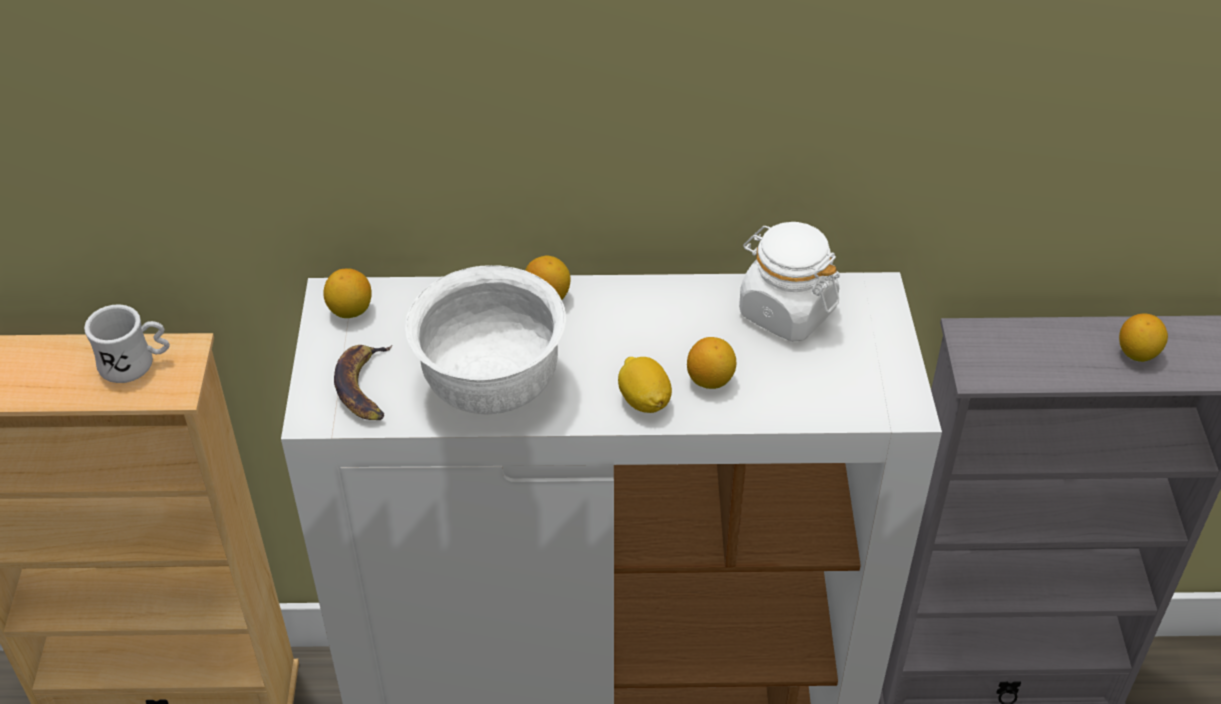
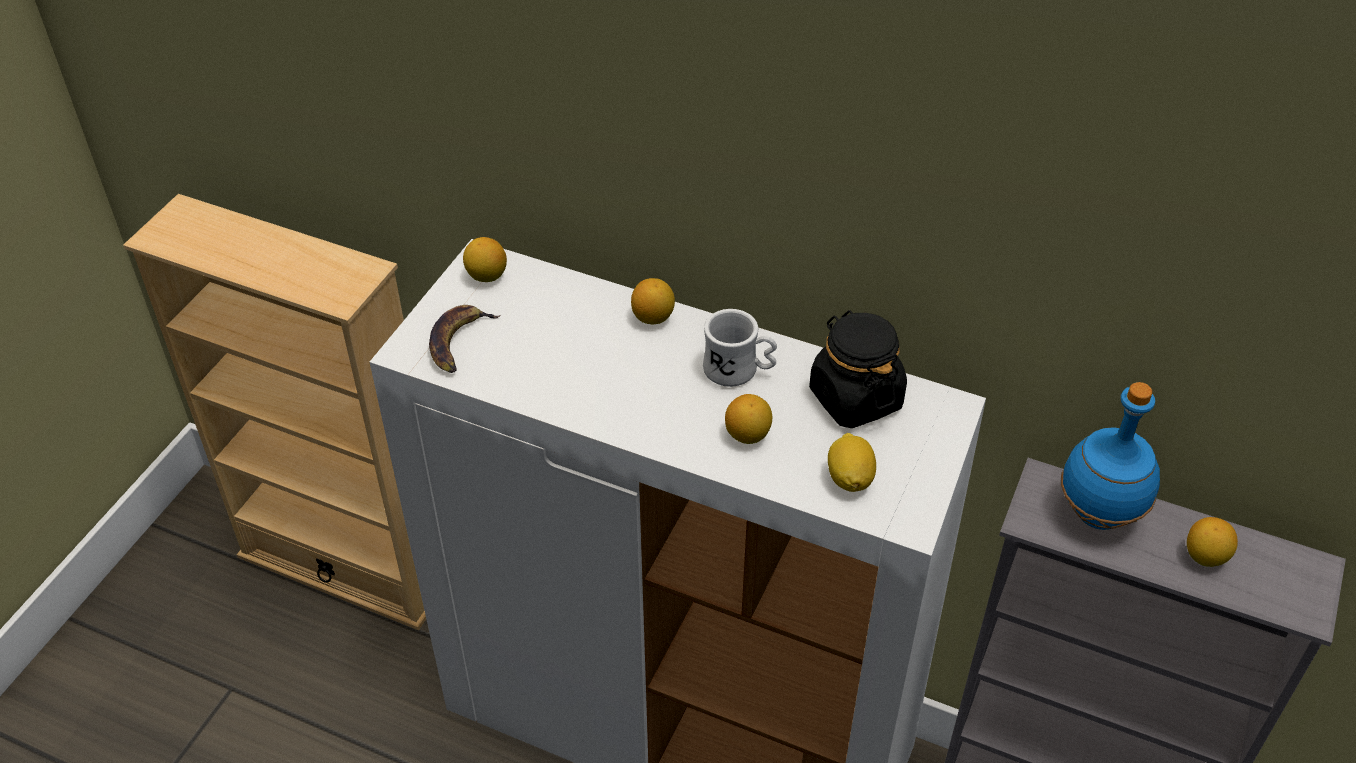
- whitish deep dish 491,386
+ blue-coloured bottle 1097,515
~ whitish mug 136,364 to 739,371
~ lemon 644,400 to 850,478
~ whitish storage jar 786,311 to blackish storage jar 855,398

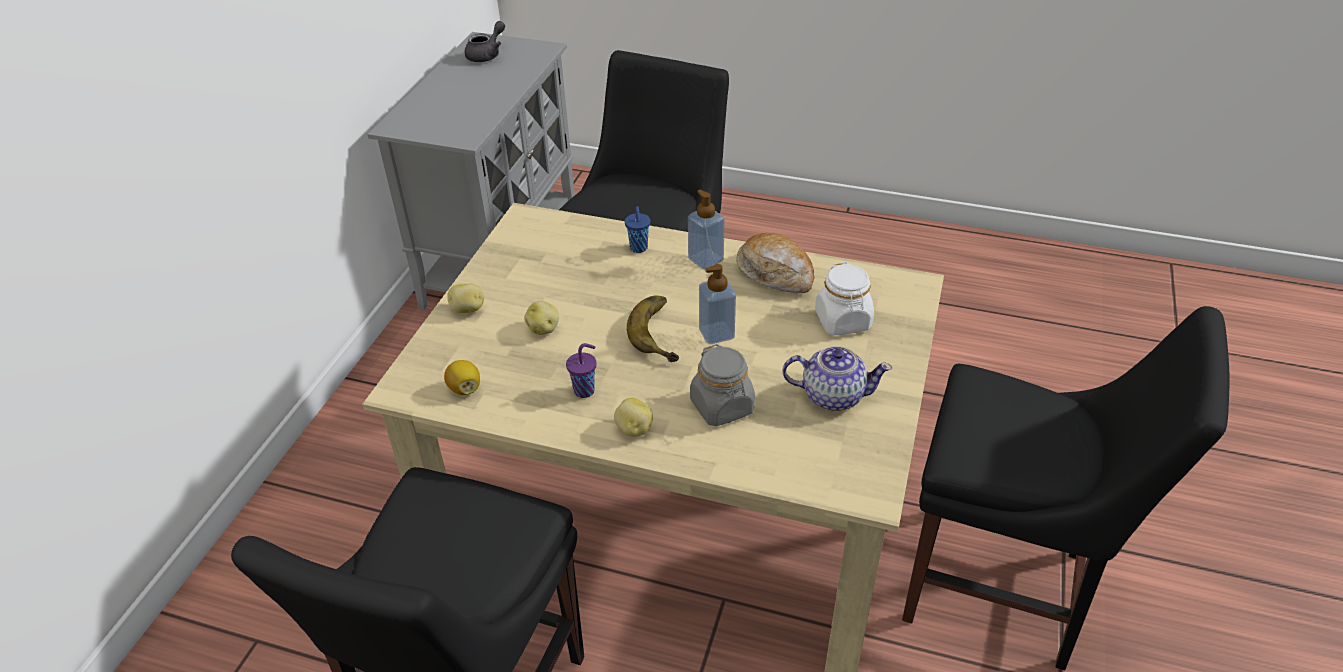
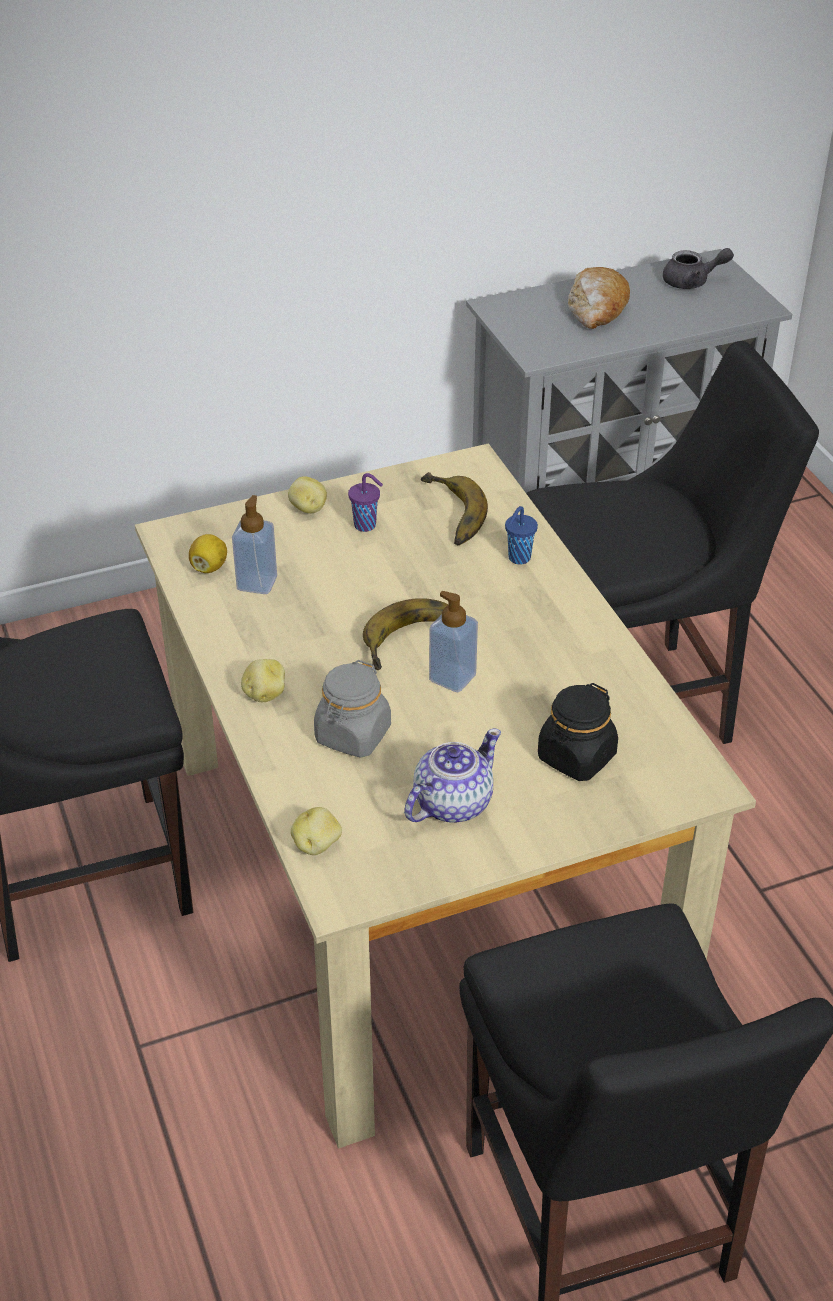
+ whole banana 447,515
~ spud 544,328 to 317,845
~ purple small cup 585,390 to 366,525
~ soap dispenser 705,260 to 257,583
~ baked bread 776,273 to 597,309
~ whitish storage jar 843,321 to blackish storage jar 576,757
~ tea pot 832,395 = 451,803 105 degrees counterclockwise

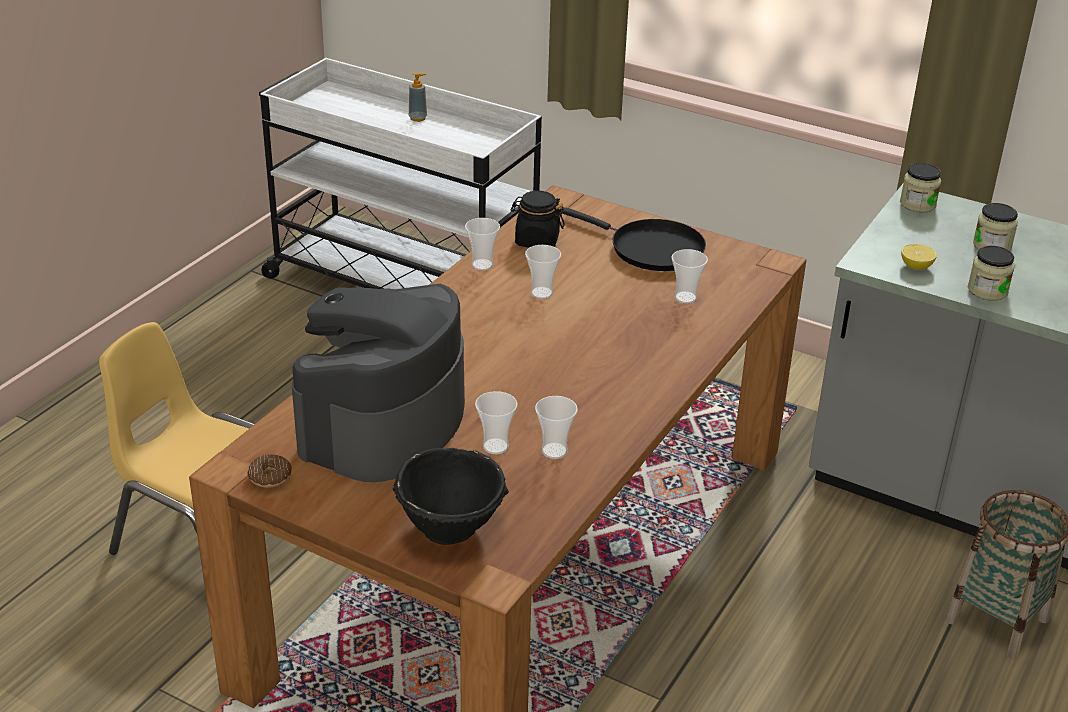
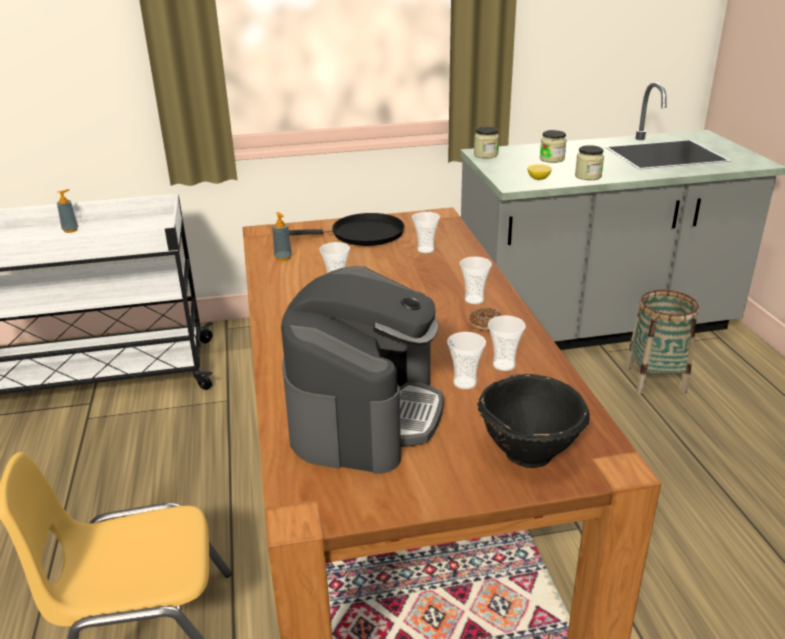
~ donut 270,477 to 486,324
~ small cup 482,265 to 474,299
~ blackish storage jar 536,240 to soap dispenser 283,258
~ coffee machine 382,424 = 365,412 150 degrees counterclockwise

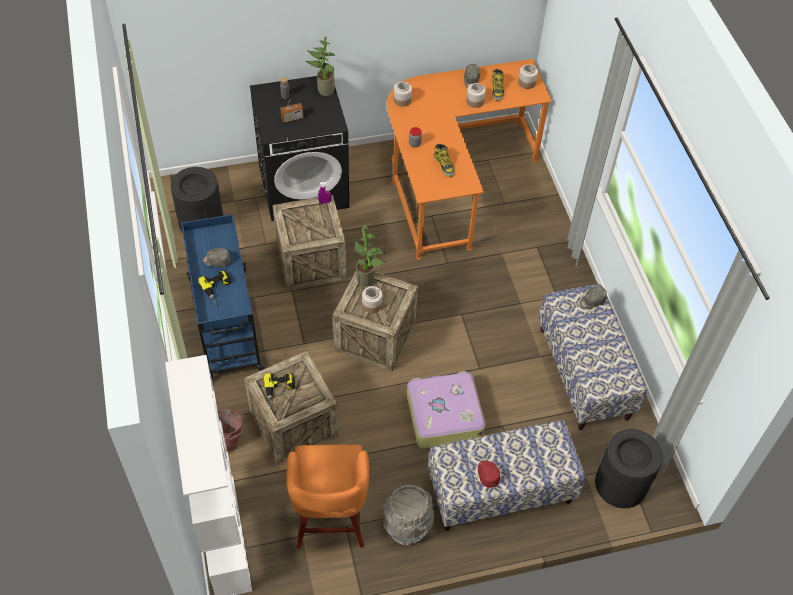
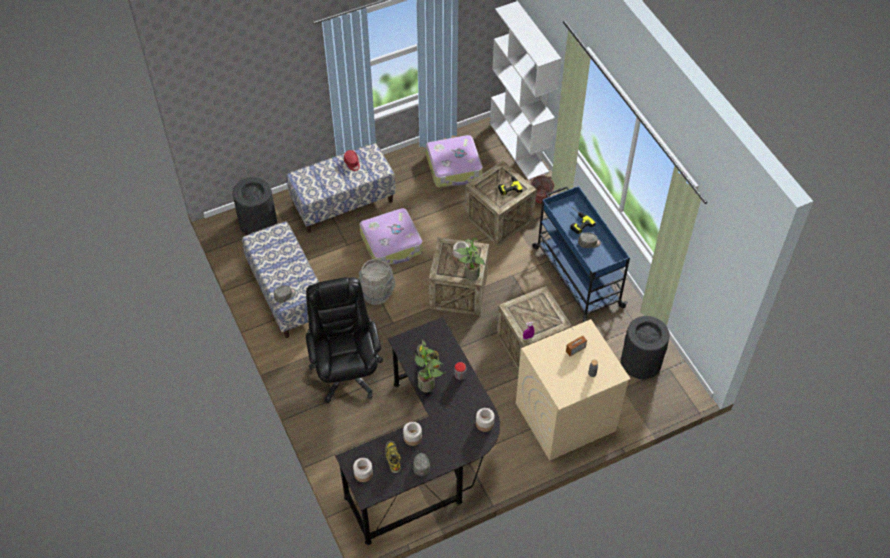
+ blackish office chair 346,371
~ houseplant 323,90 to 428,385
~ greyish pail 407,525 to 377,292
~ orange-coloured stool seat 330,519 to travel case 454,167
~ blackish laundry machine 304,186 to beige laundry machine 565,417
~ orange-coloured desk unit 450,178 to blackish desk unit 428,457

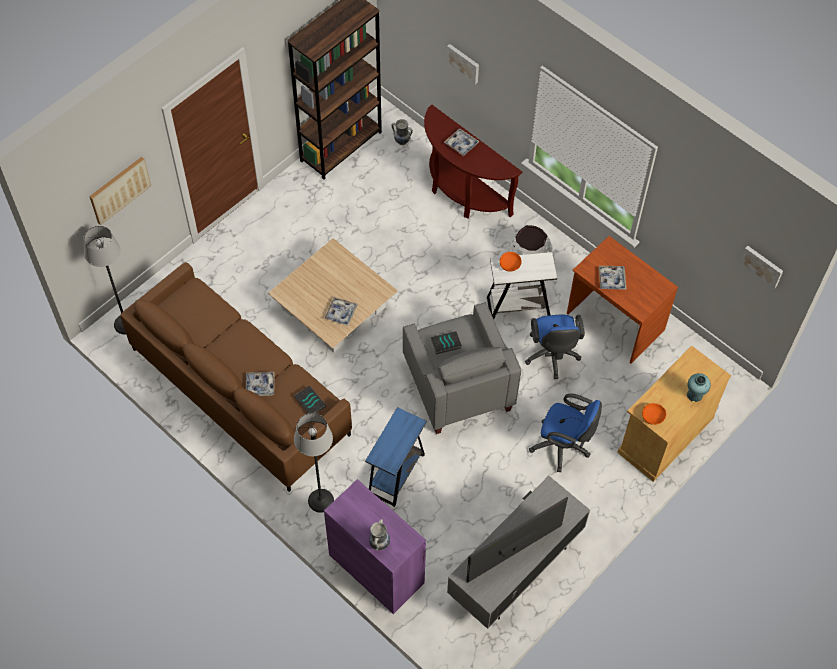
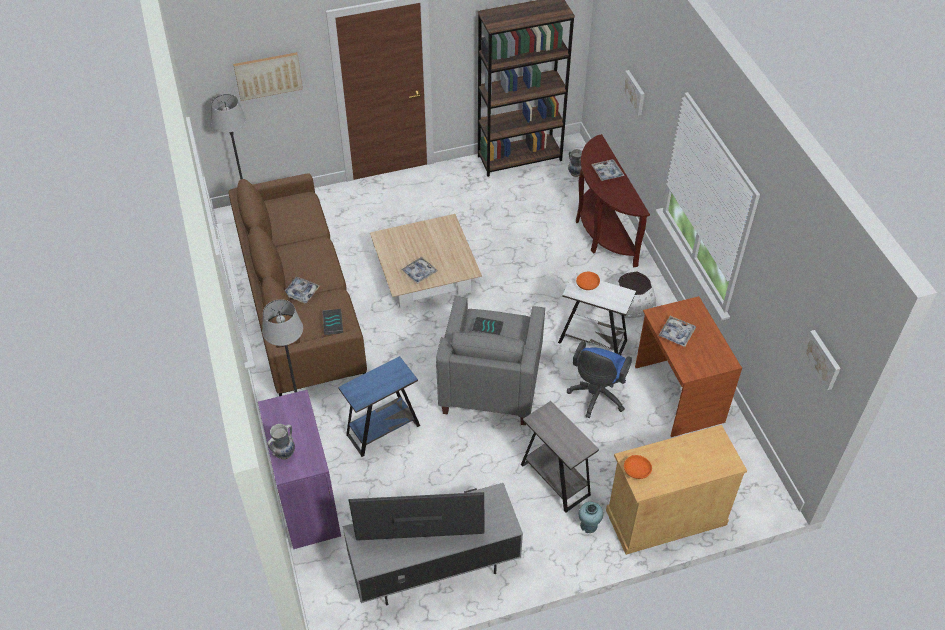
~ blue-green decorative vase 695,395 to 589,526
~ blue-coloured office chair 563,446 to greyish side table 555,480

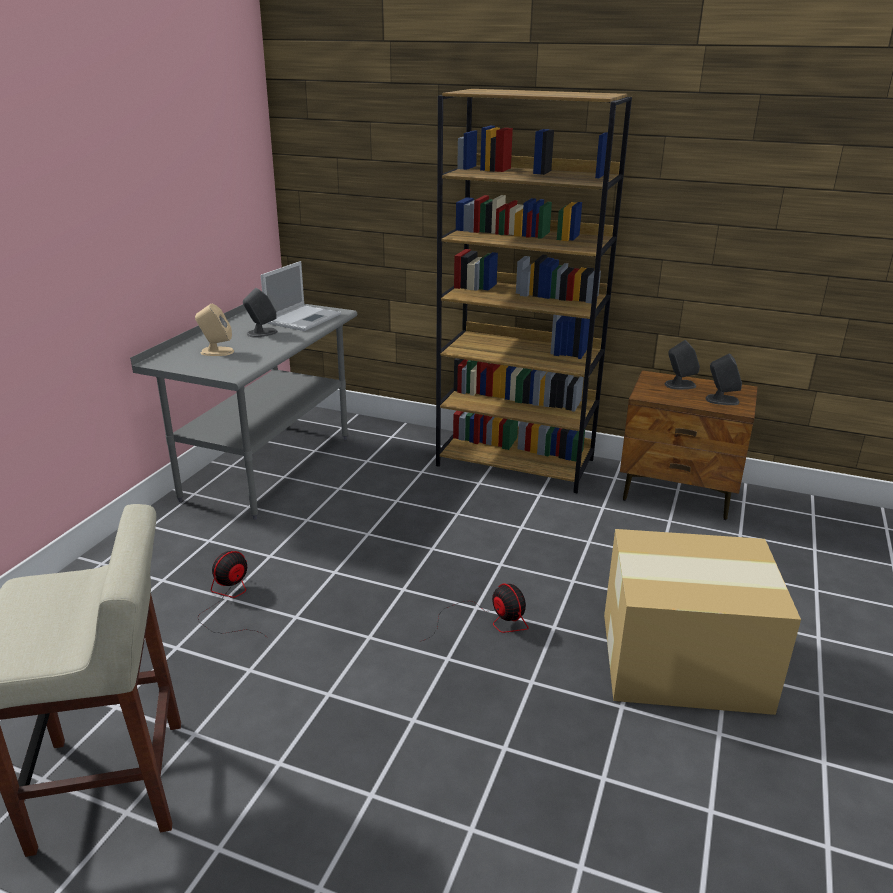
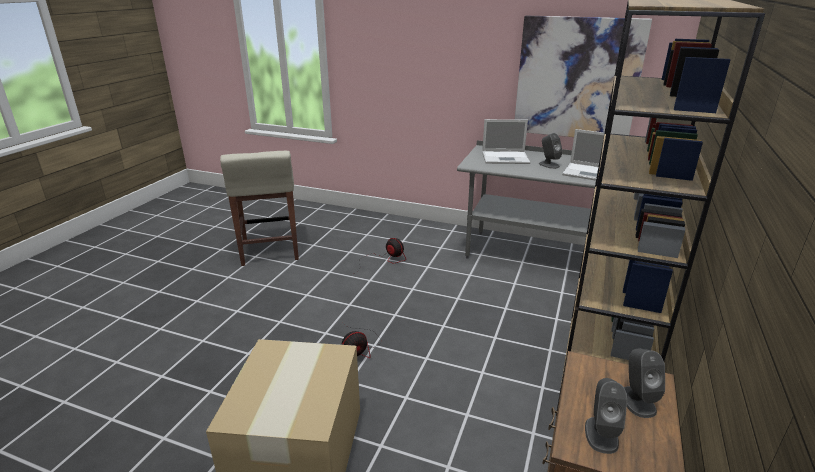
+ picture 577,79
~ beige audio speaker 216,352 to portable computer 506,158

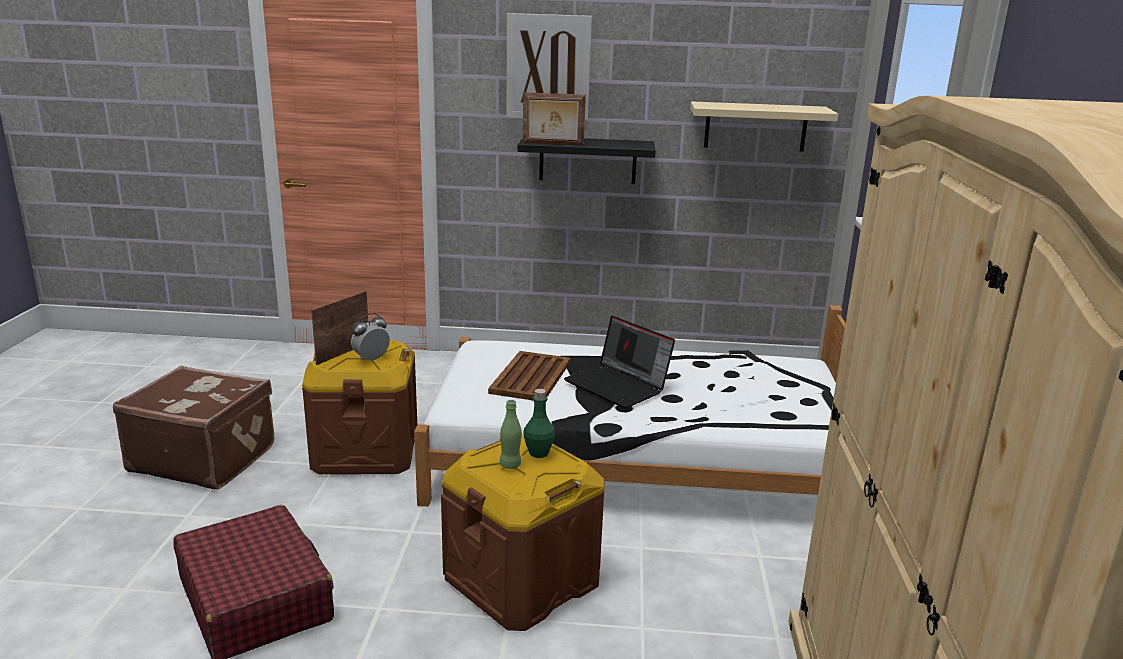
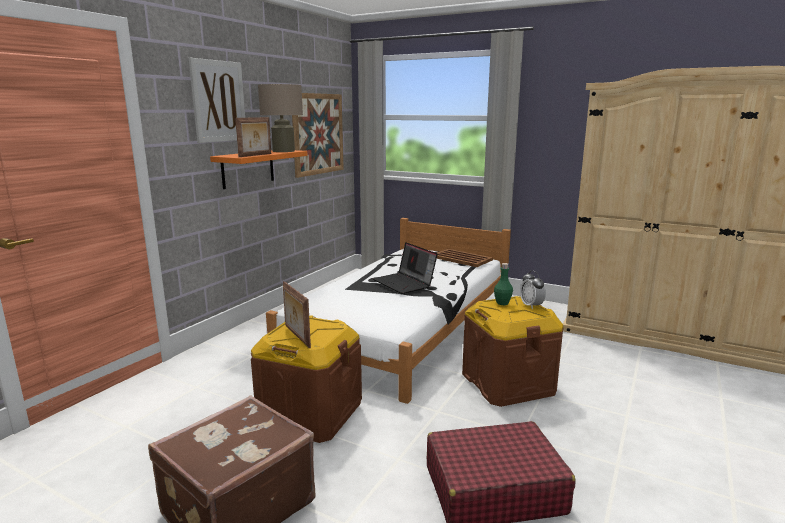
- green bottle 510,465
+ beige table lamp 283,151
~ table clock 371,359 to 531,306
~ brown serving tray 530,377 to 462,259
~ beige wall shelf 755,126 to picture 318,134
~ blackish wall shelf 587,160 to orange-coloured wall shelf 248,168
~ portable computer 618,386 = 405,283 75 degrees clockwise

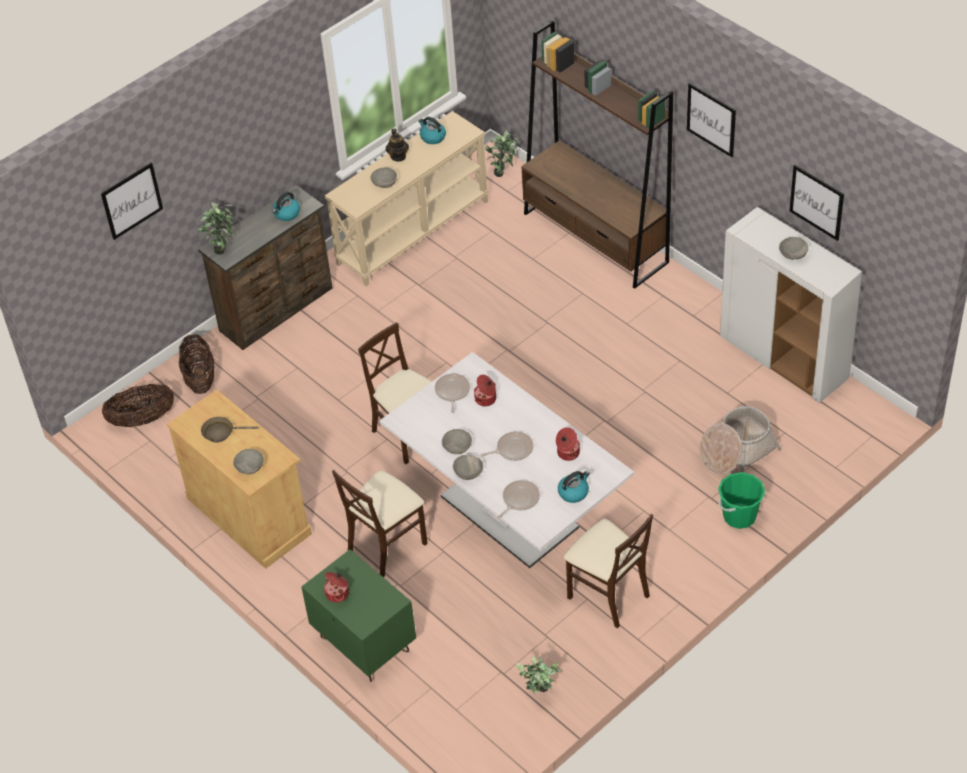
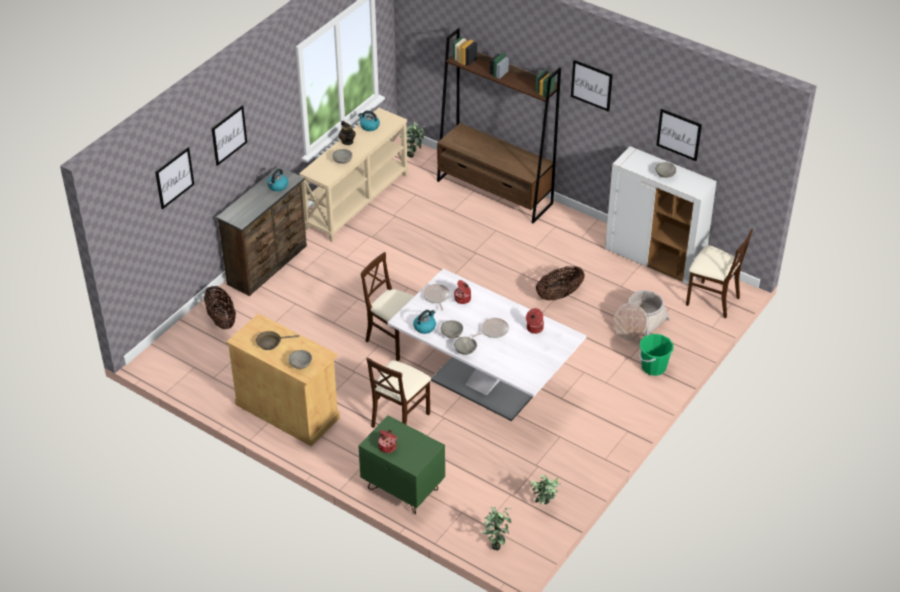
- pan 519,499
+ picture 229,135
~ household basket 142,419 to 559,295
~ houseplant 221,248 to 496,543
~ kettle 573,492 to 425,327
~ beige chair 608,595 to 712,300

